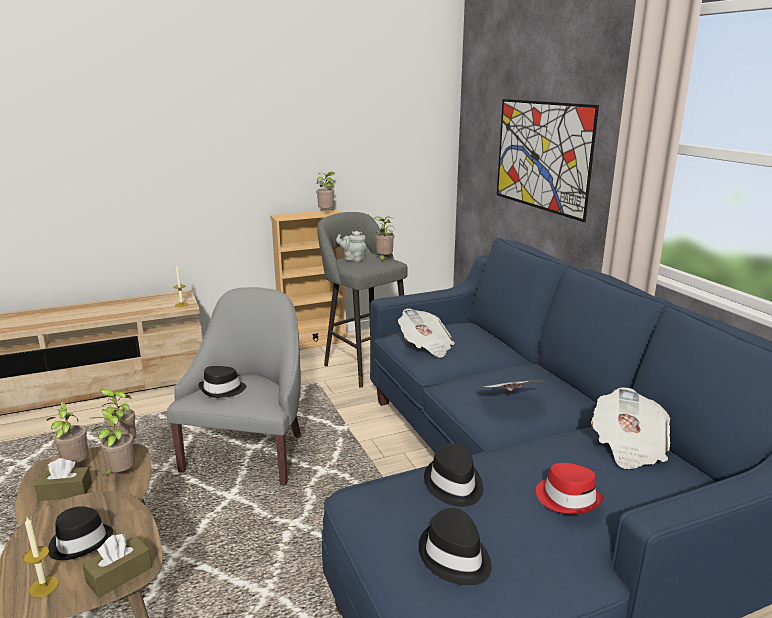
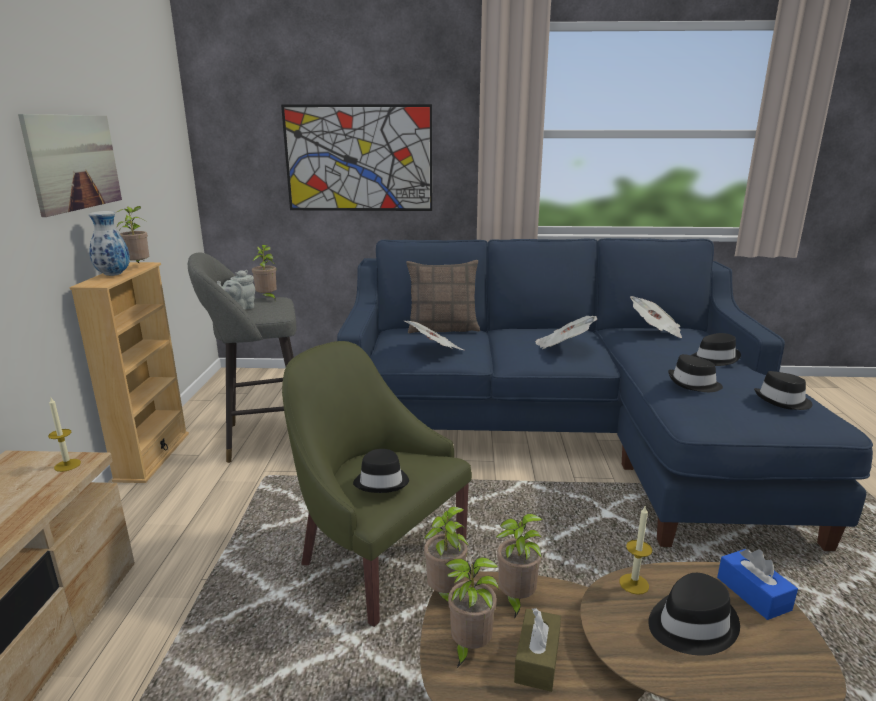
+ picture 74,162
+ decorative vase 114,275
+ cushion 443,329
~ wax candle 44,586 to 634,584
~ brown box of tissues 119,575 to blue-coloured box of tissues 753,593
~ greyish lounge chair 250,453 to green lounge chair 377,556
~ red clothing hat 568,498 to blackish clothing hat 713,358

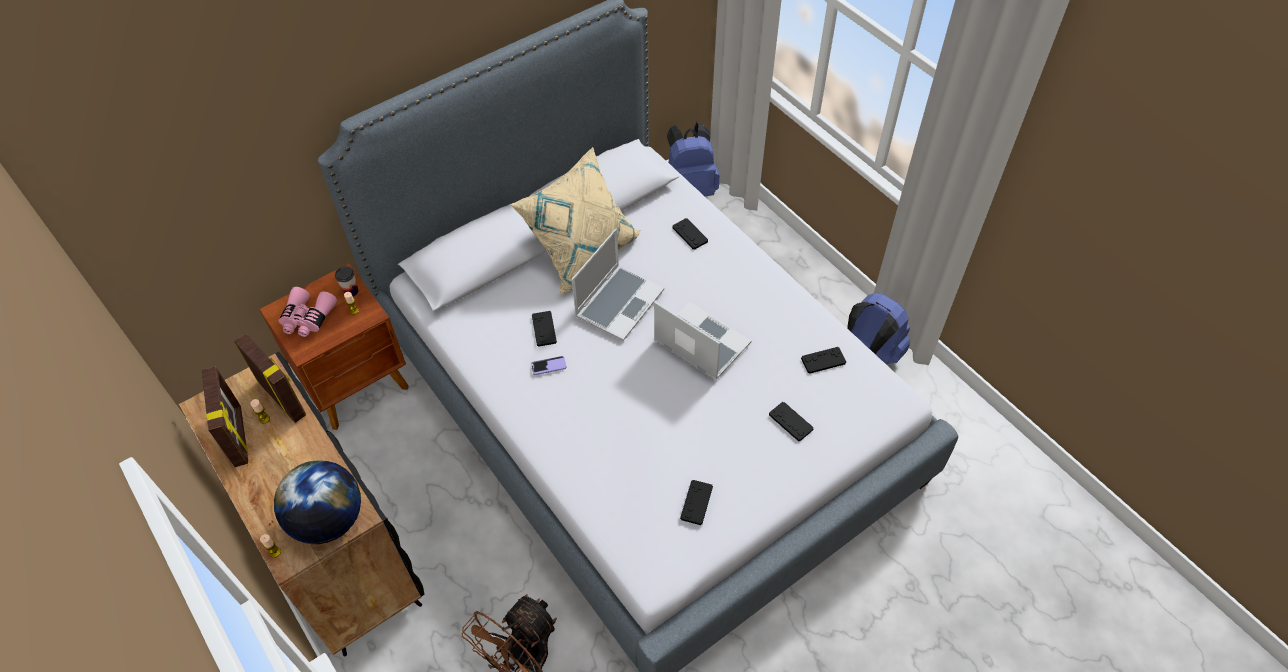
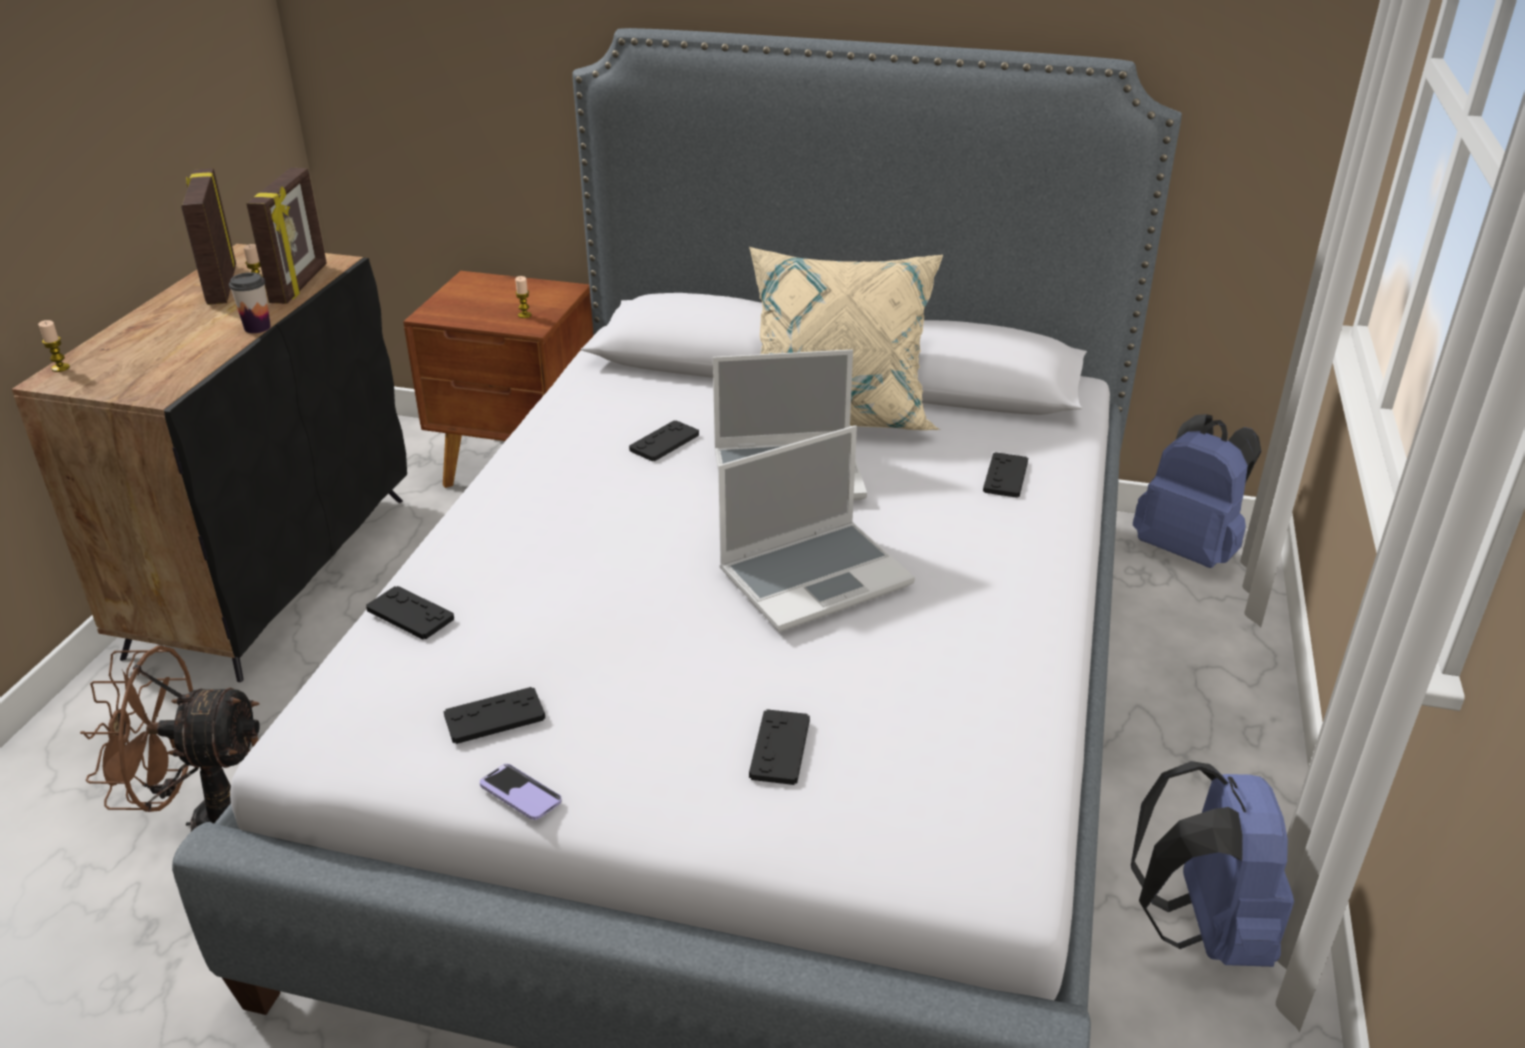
- world globe 328,520
- pink-coloured pair of binoculars 307,318
~ small cup 351,291 to 257,327
~ handset 548,366 to 520,794
~ blackish gamepad 823,361 to 410,614
~ picture frame 239,436 = 220,285 135 degrees clockwise
~ portable computer 700,343 = 816,576 60 degrees clockwise

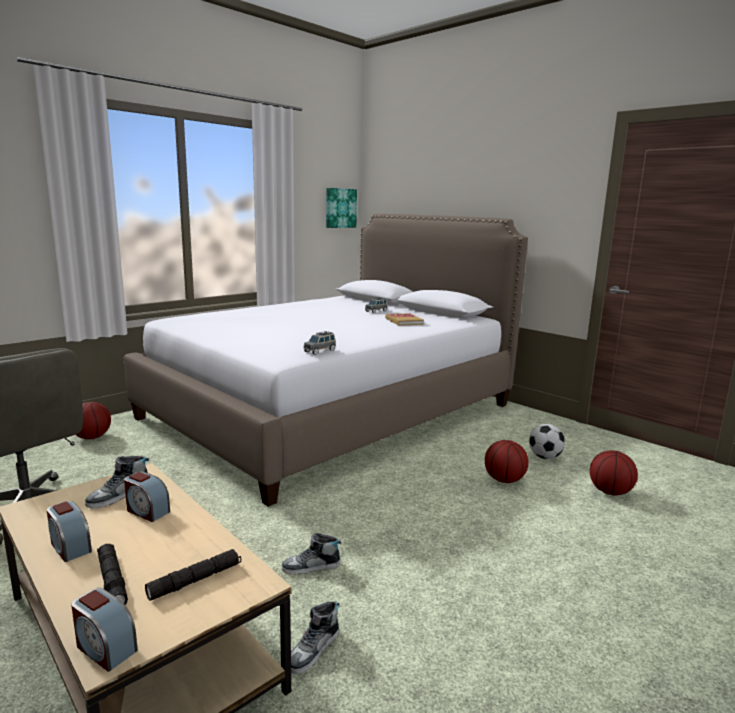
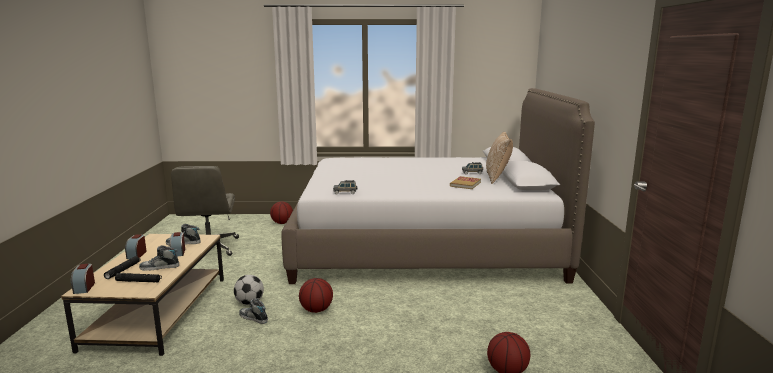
- picture 340,208
+ cushion 497,178
~ low shoe 314,650 to 159,267
~ ball for basketball 504,480 to 316,310
~ football 545,457 to 250,303

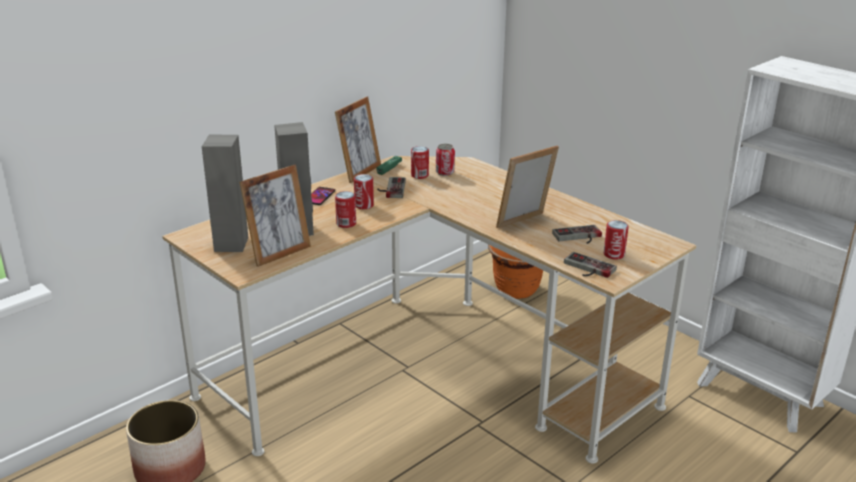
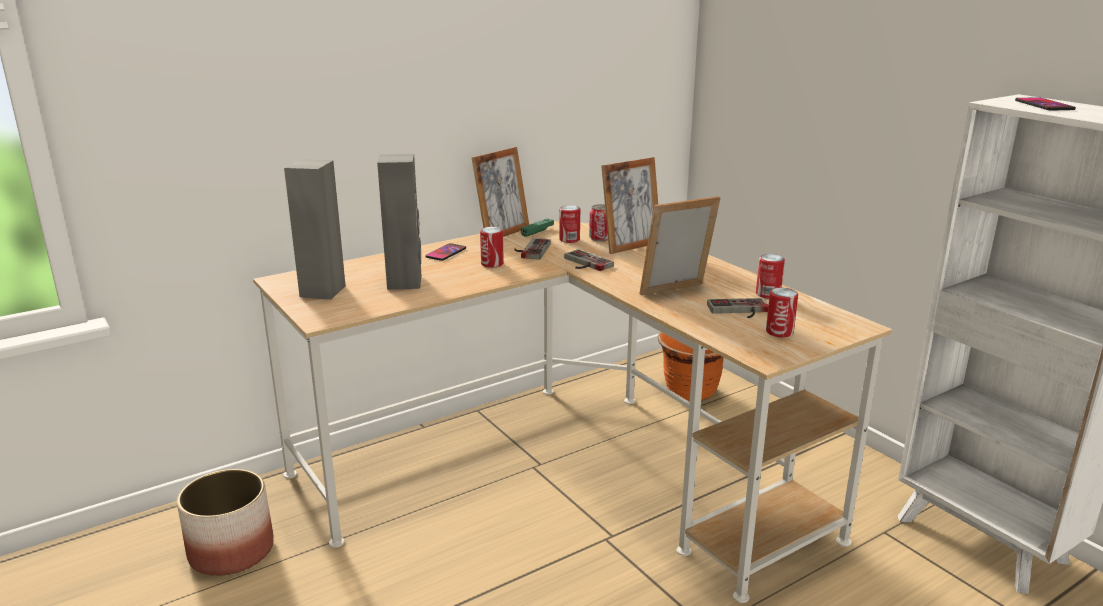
+ handset 1044,105
~ picture frame 279,253 to 630,246
~ can 346,223 to 768,294
~ gamepad 586,269 to 584,263

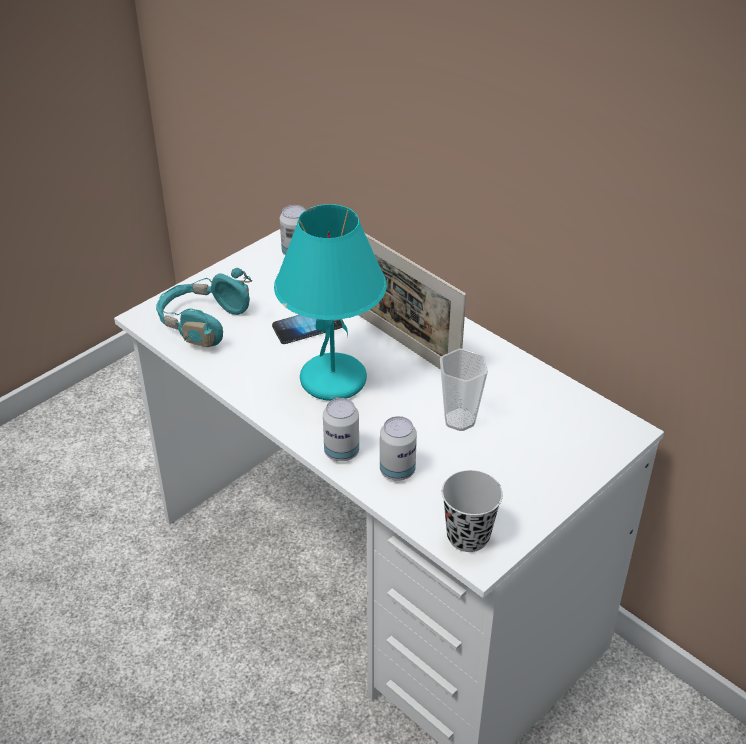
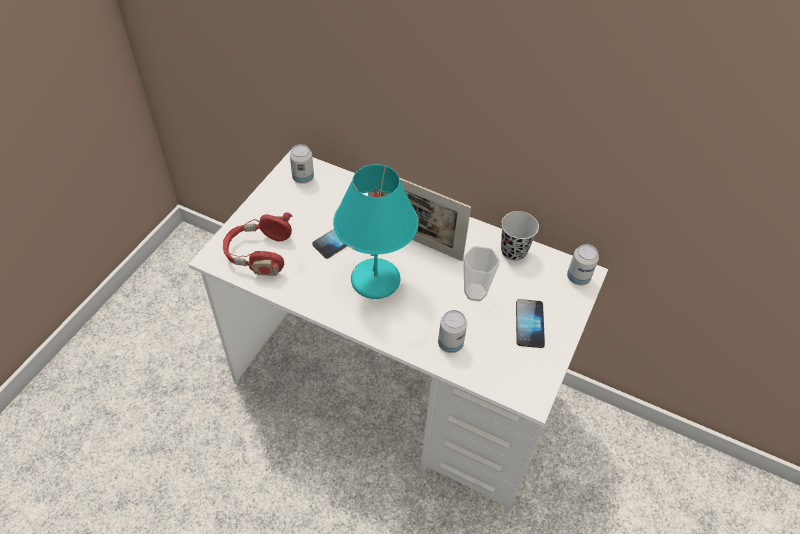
+ handset 529,324
~ can 341,452 to 578,278
~ blackish small cup 468,536 to 513,251
~ blue-green headphones 203,323 to red headphones 259,254

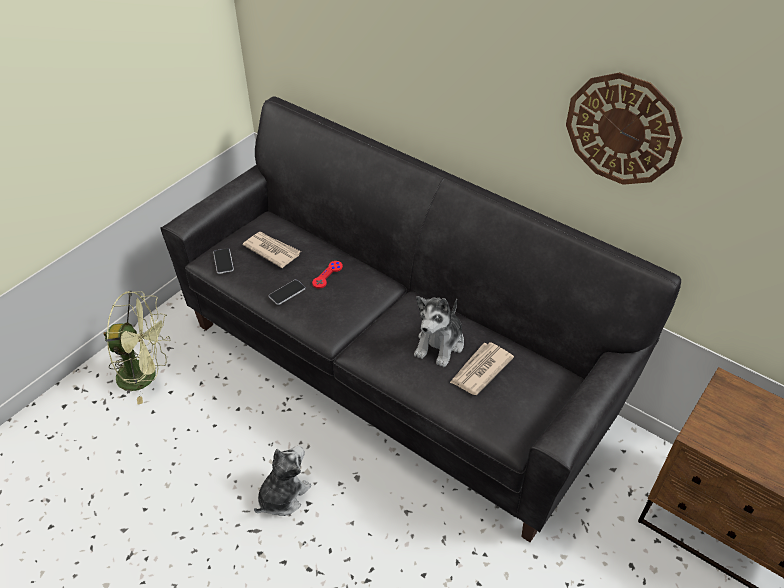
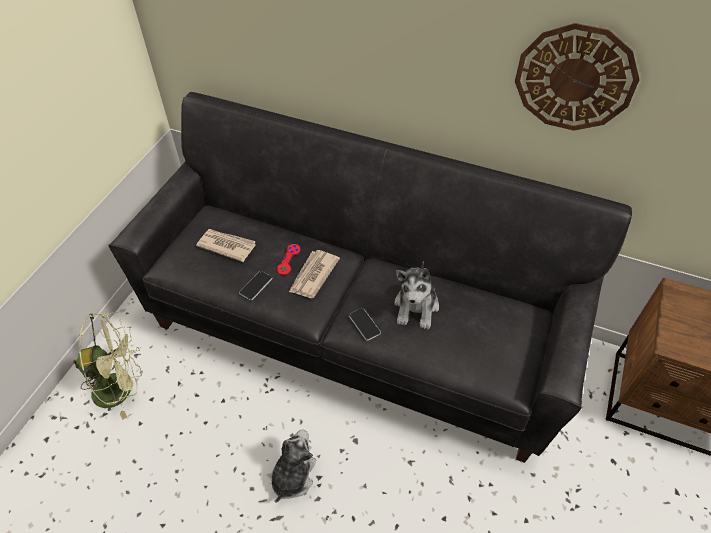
~ handset 223,261 to 364,324
~ daily paper 480,370 to 313,275

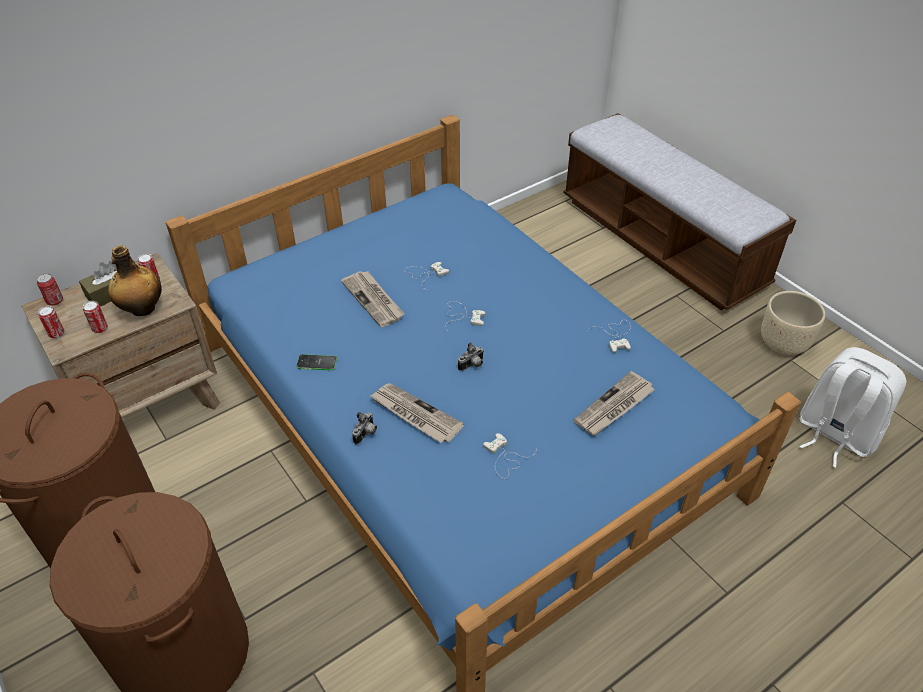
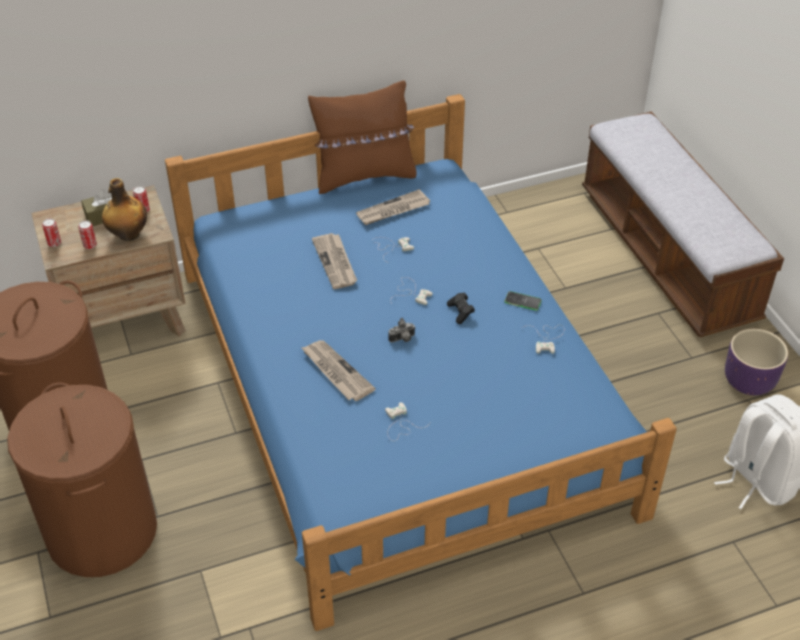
- can 55,301
- photo camera 366,434
+ brown cushion 364,176
+ blackish gamepad 460,312
~ handset 316,363 to 522,301
~ daily paper 614,407 to 393,210
~ beige plant pot 784,343 to purple plant pot 749,382

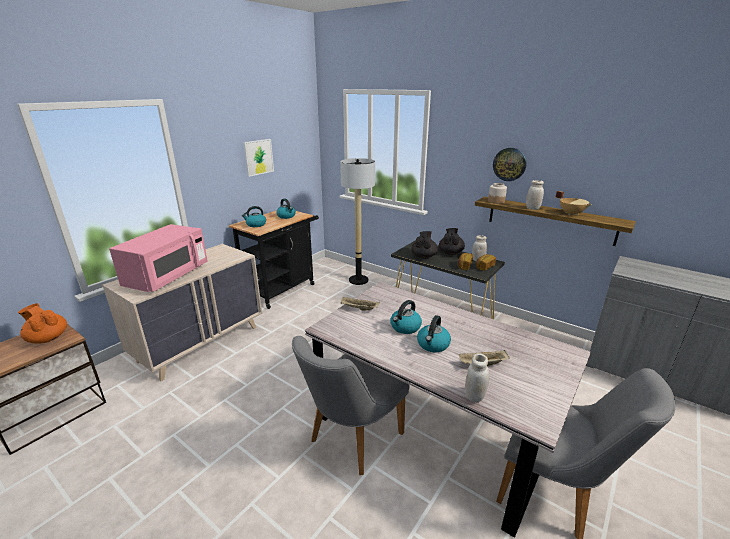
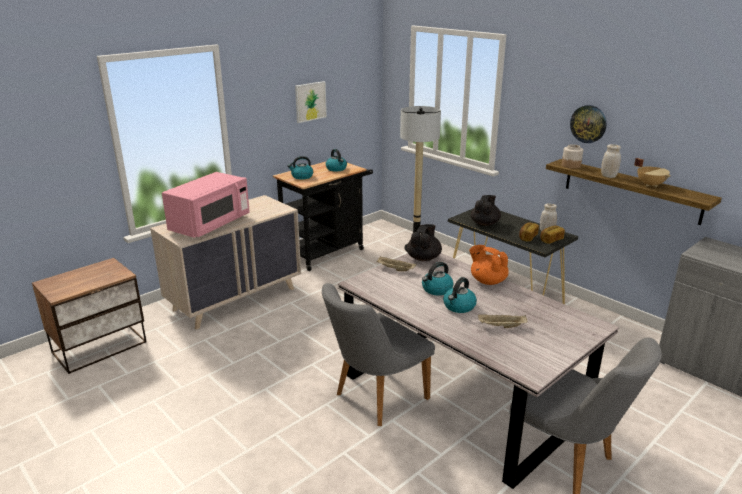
- whitish storage jar 474,396
~ orange-coloured tea pot 48,338 to 487,281
~ blackish tea pot 450,252 to 423,258

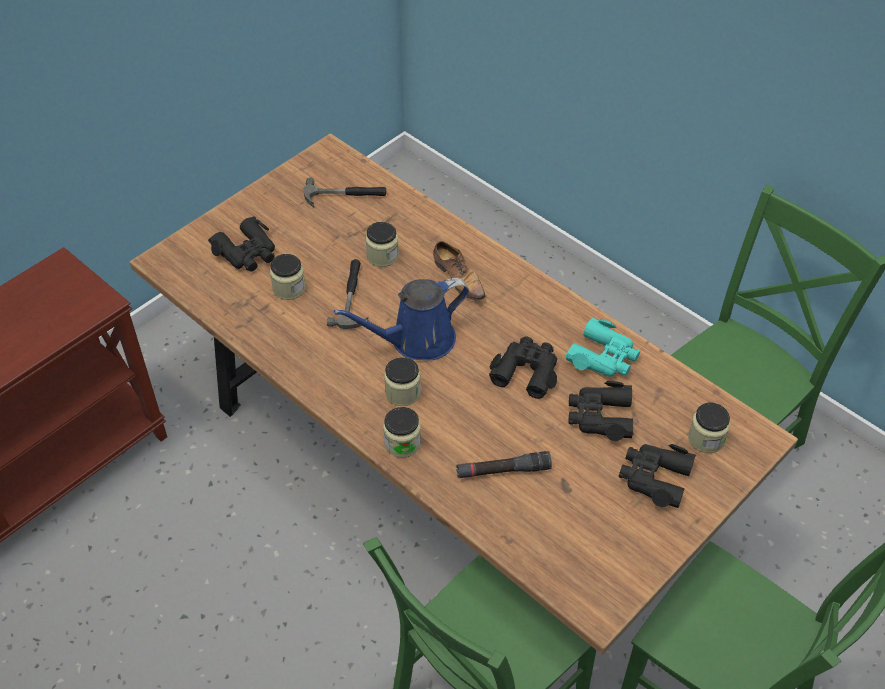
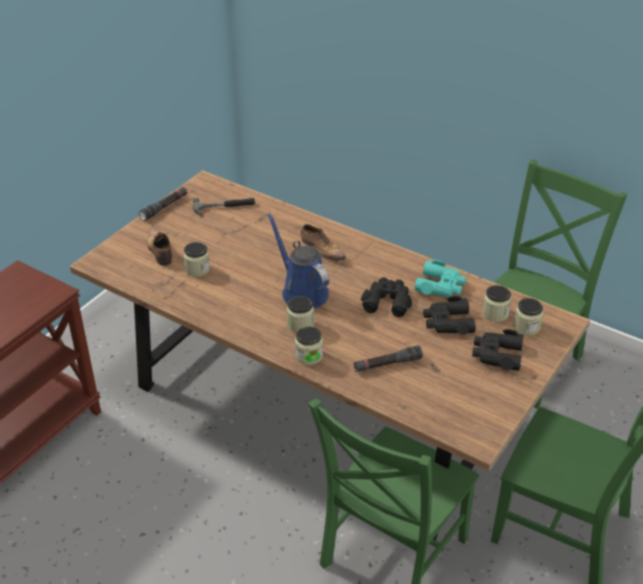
- hammer 352,297
+ blackish flashlight 164,207
~ storage jar 382,256 to 495,313
~ blackish pair of binoculars 247,252 to low shoe 159,250
~ blue-coloured watering pot 416,340 = 302,291 90 degrees clockwise

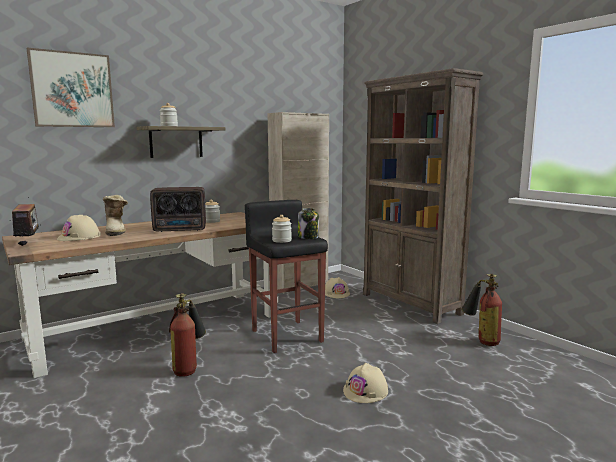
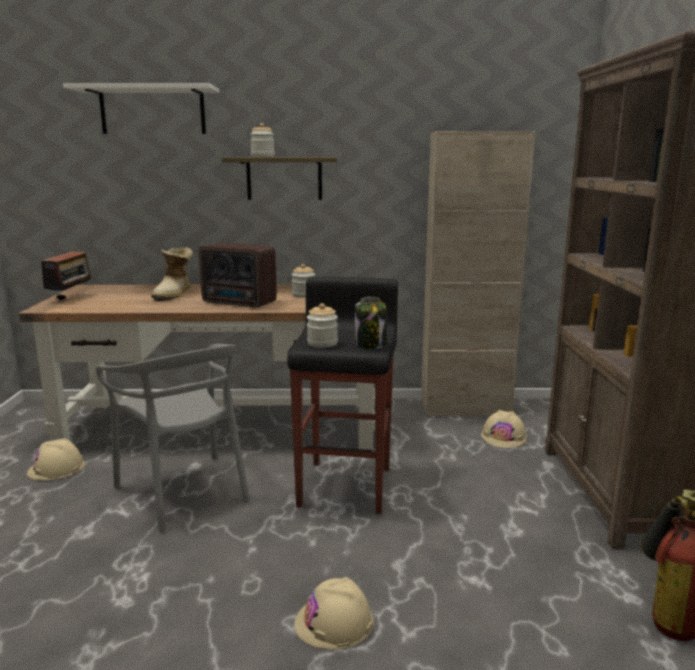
~ beige work helmet 79,237 to 56,468
~ picture 72,90 to whitish wall shelf 152,111
~ fire-fighting cylinder 189,367 to greyish chair 184,491

